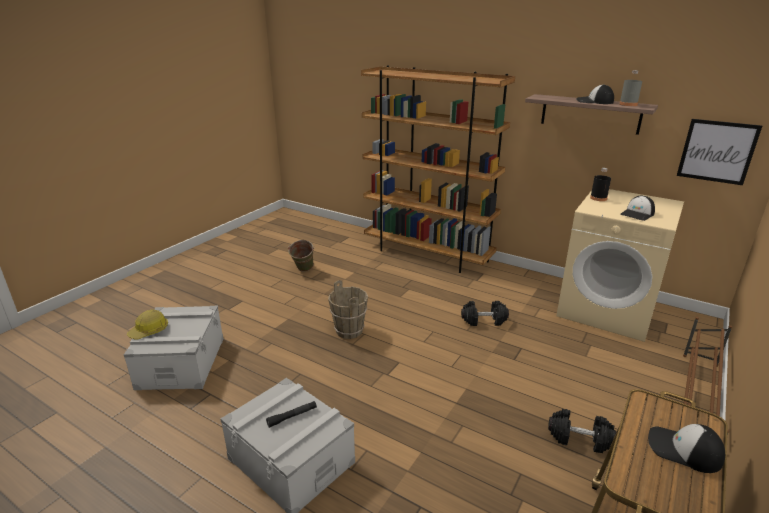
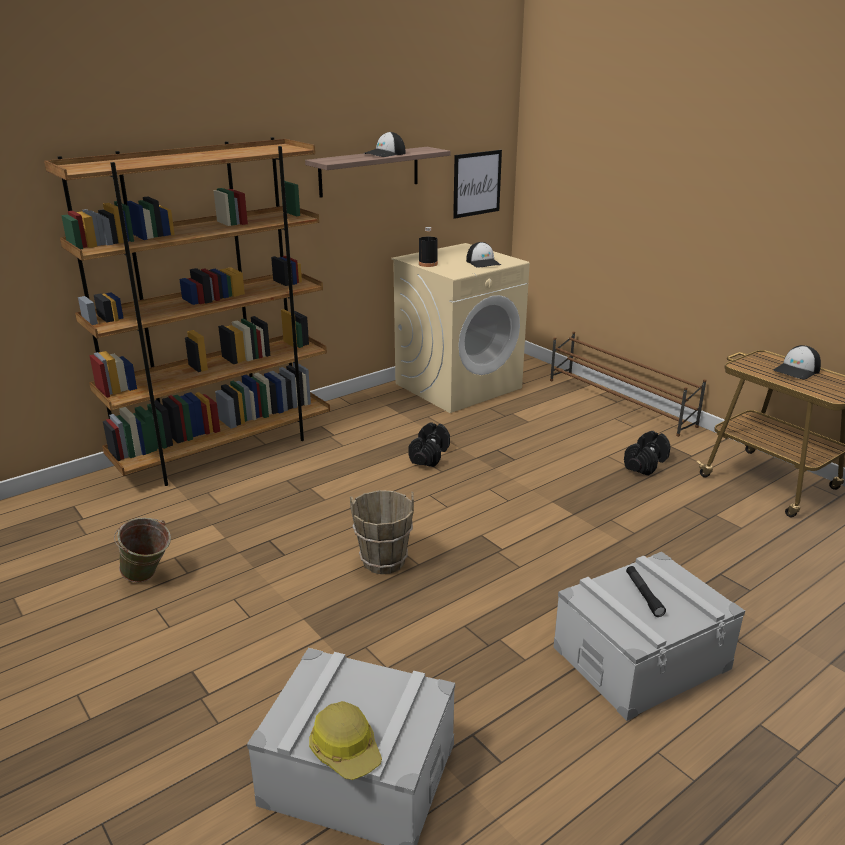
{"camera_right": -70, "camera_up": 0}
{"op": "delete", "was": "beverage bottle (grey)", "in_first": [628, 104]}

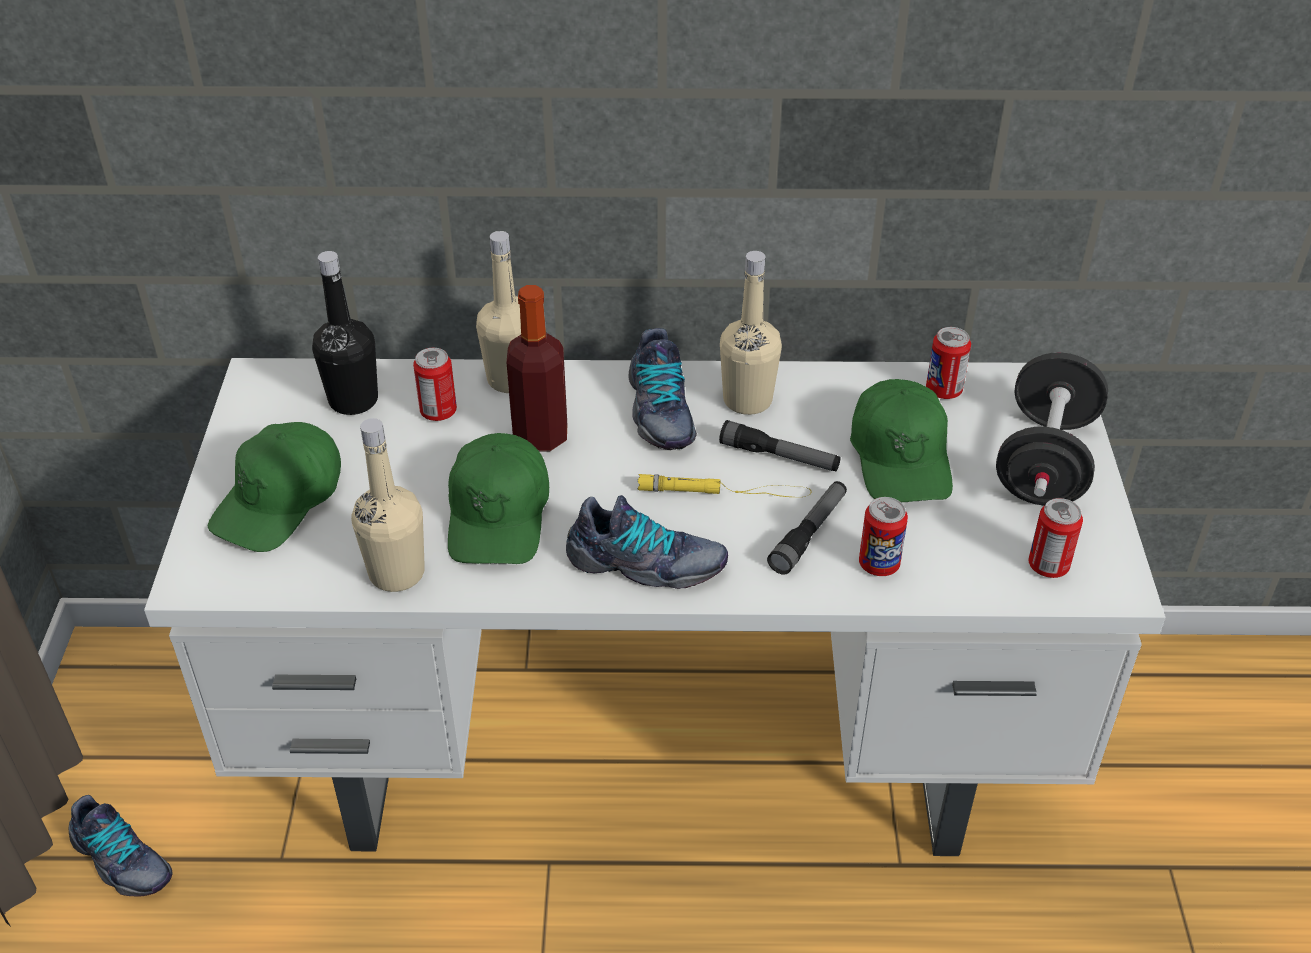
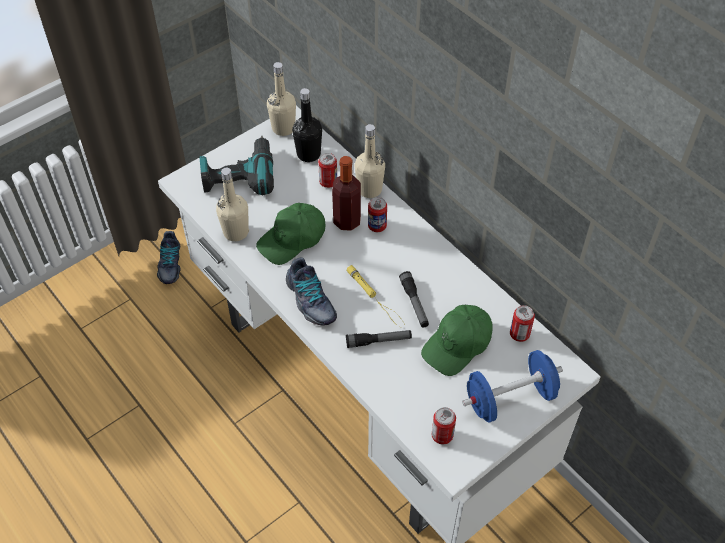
{"camera_right": 50, "camera_up": 10}
{"op": "move", "was": "beverage bottle (beige)", "in_first": [747, 400], "in_second": [283, 128]}
{"op": "delete", "was": "shoe", "in_first": [659, 412]}
{"op": "recolor", "was": "free weight (black-coloured)", "now": "free weight (bluish)", "in_first": [1044, 462], "in_second": [509, 398]}
{"op": "replace", "was": "cap (green-coloured)", "now": "power drill", "in_first": [280, 500], "in_second": [238, 174]}
{"op": "move", "was": "metal can", "in_first": [879, 564], "in_second": [377, 226]}

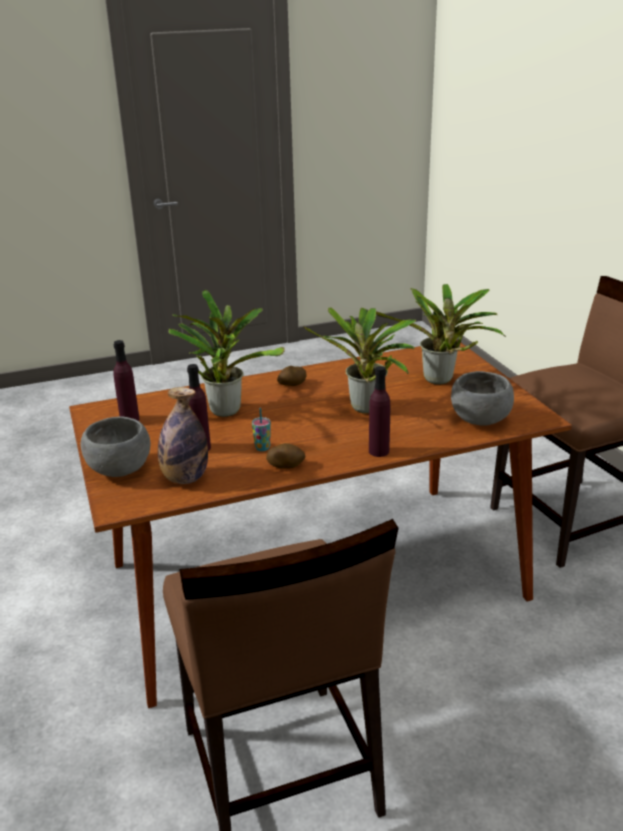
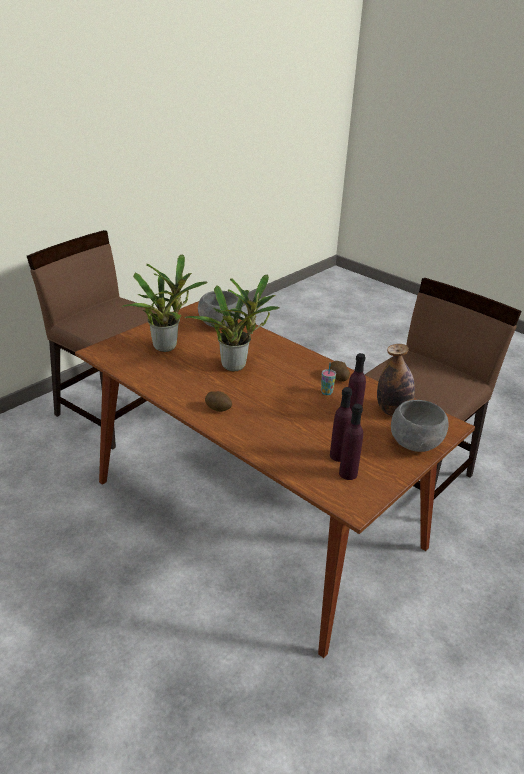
{"camera_right": -120, "camera_up": 5}
{"op": "delete", "was": "houseplant", "in_first": [225, 409]}
{"op": "move", "was": "beverage bottle (purplish)", "in_first": [379, 451], "in_second": [338, 456]}

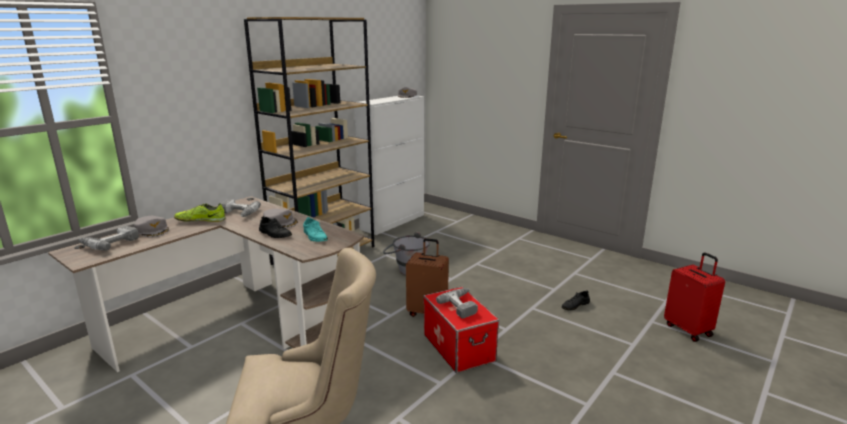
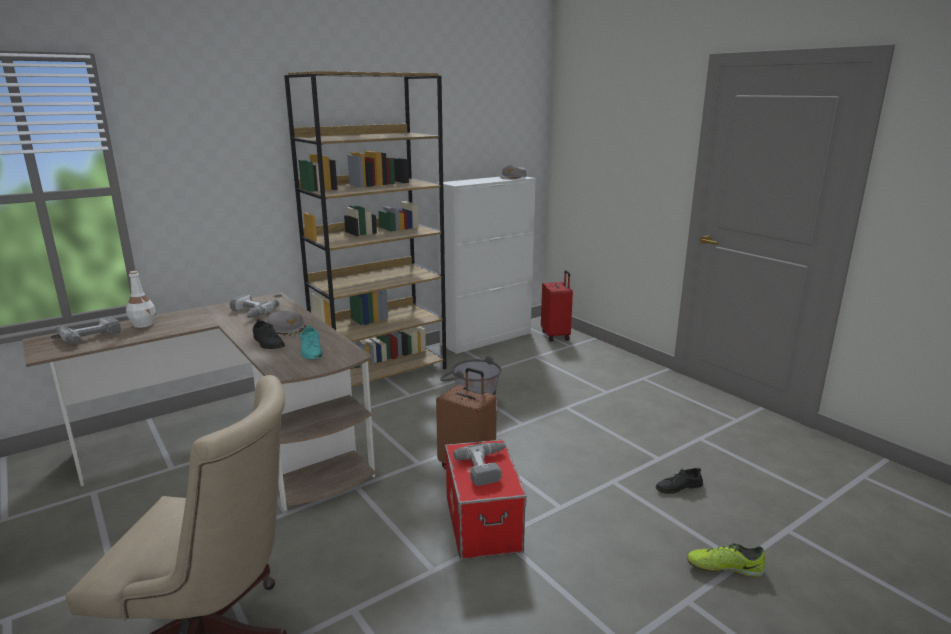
{"camera_right": 15, "camera_up": 0}
{"op": "move", "was": "shoe", "in_first": [200, 220], "in_second": [724, 568]}
{"op": "replace", "was": "cap (grey)", "now": "beverage bottle (whitish)", "in_first": [152, 230], "in_second": [143, 324]}
{"op": "move", "was": "piece of luggage (reddish)", "in_first": [688, 330], "in_second": [556, 335]}

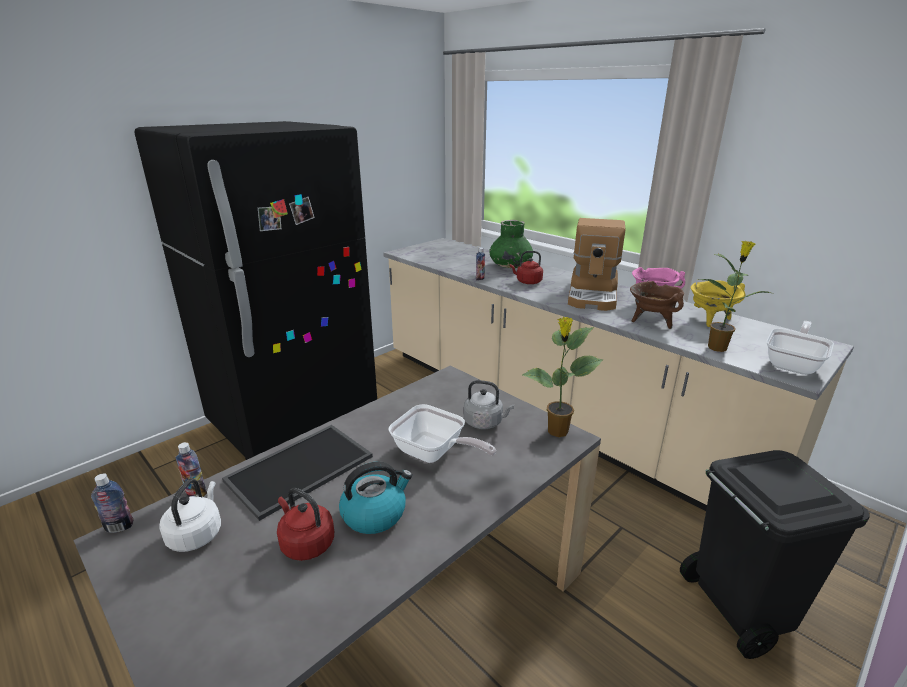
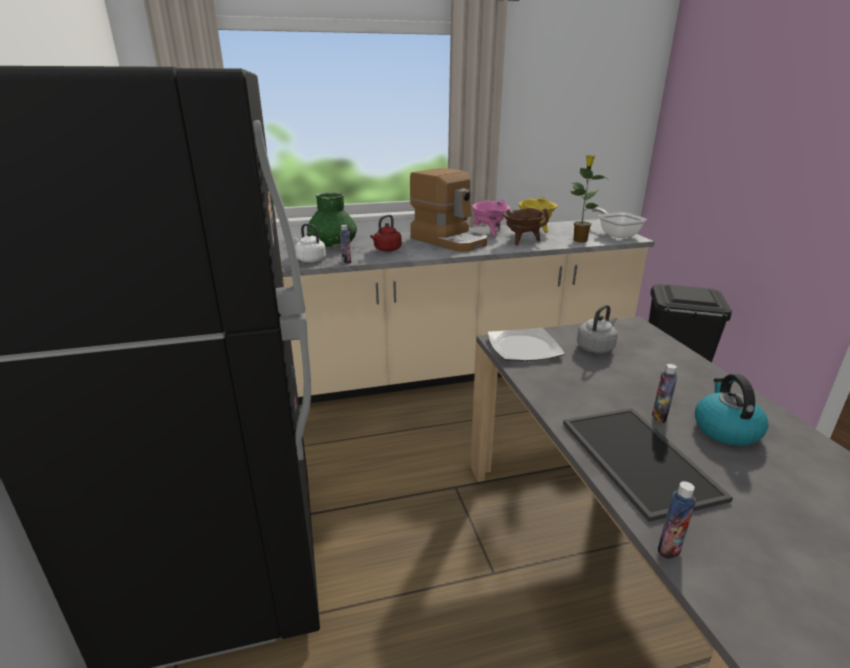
{"camera_right": -60, "camera_up": 0}
{"op": "delete", "was": "houseplant", "in_first": [557, 432]}
{"op": "delete", "was": "pan", "in_first": [434, 454]}
{"op": "move", "was": "beverage bottle", "in_first": [119, 527], "in_second": [659, 416]}
{"op": "move", "was": "kettle (whitish)", "in_first": [197, 534], "in_second": [310, 259]}
{"op": "delete", "was": "kettle (reddish)", "in_first": [306, 543]}
{"op": "insert", "now": "flat dish", "in_second": [524, 348]}

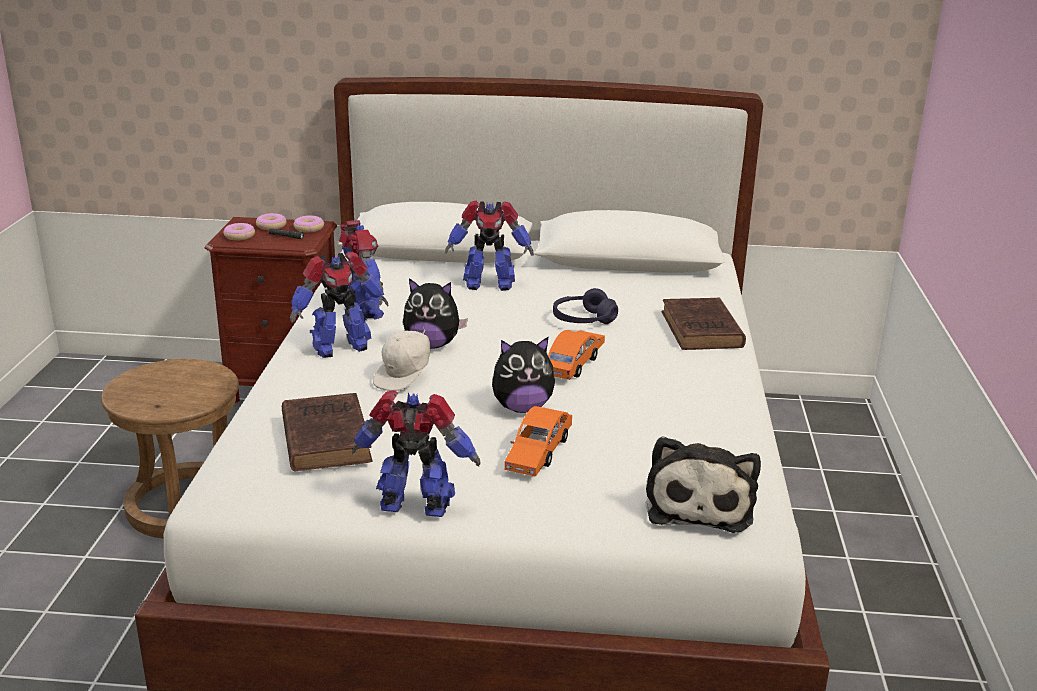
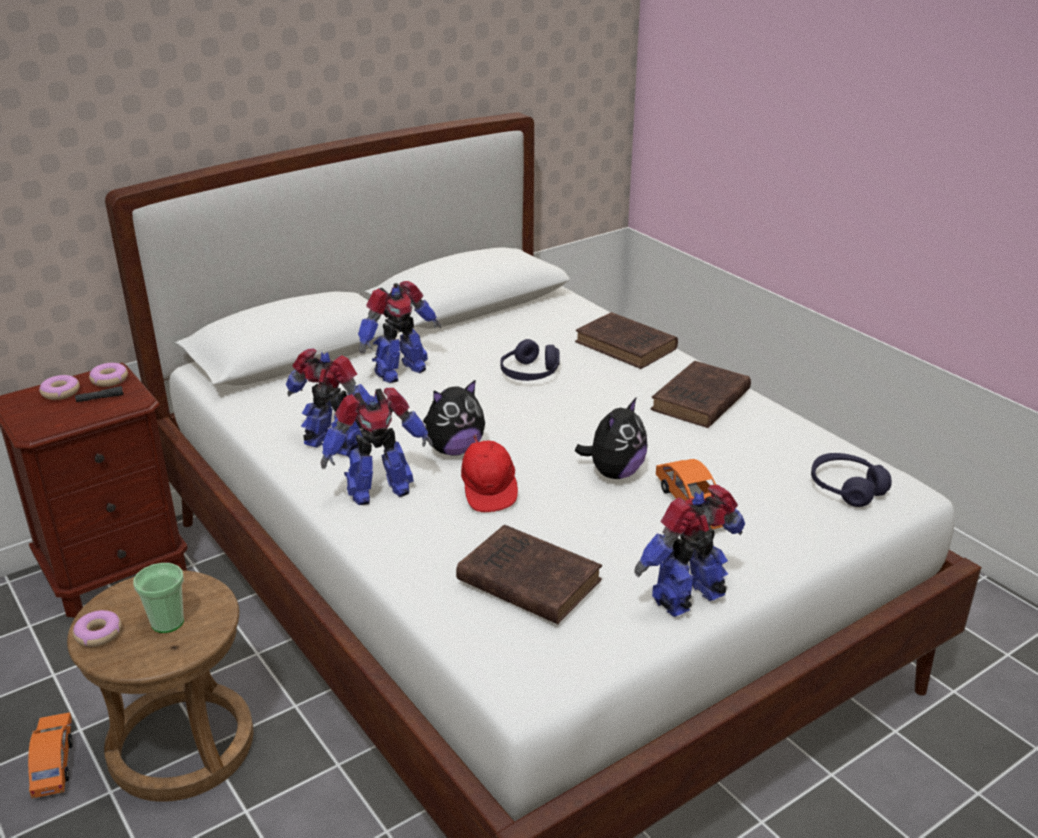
{"camera_right": -40, "camera_up": 5}
{"op": "move", "was": "ring doughnut", "in_first": [239, 236], "in_second": [98, 634]}
{"op": "rotate", "was": "toy robot", "in_first": [339, 347], "in_second": [378, 490], "clockwise": 45}
{"op": "recolor", "was": "cap (whitish)", "now": "cap (reddish)", "in_first": [405, 377], "in_second": [489, 491]}
{"op": "move", "was": "toy car (orange)", "in_first": [574, 363], "in_second": [54, 761]}
{"op": "replace", "was": "soft toy", "now": "pair of headphones (purplish)", "in_first": [699, 504], "in_second": [846, 488]}
{"op": "insert", "now": "book (brownish)", "in_second": [699, 401]}
{"op": "insert", "now": "cup", "in_second": [167, 622]}

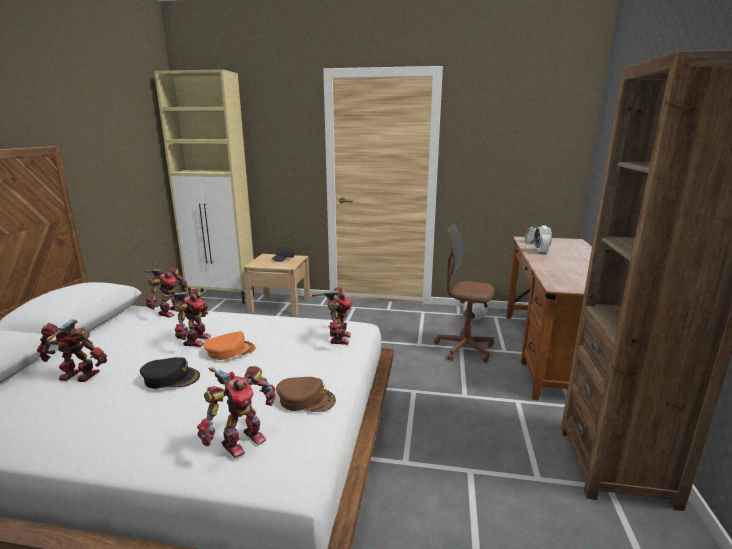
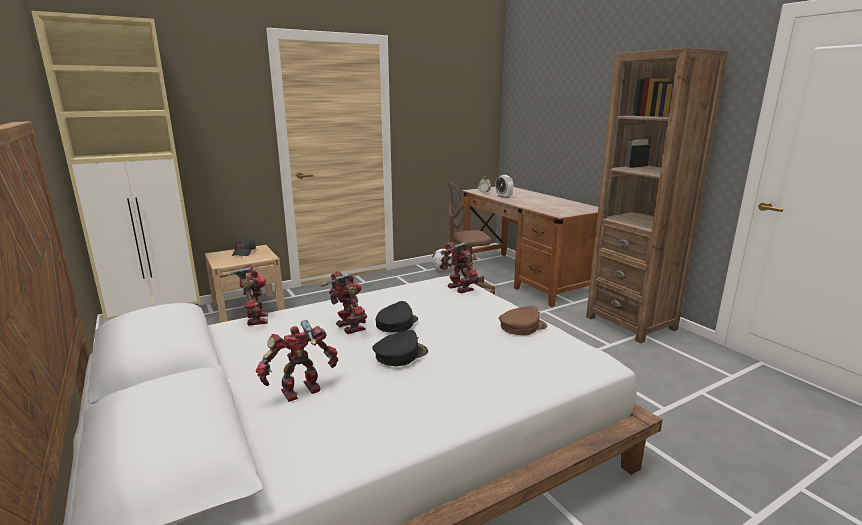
{"camera_right": -40, "camera_up": 0}
{"op": "recolor", "was": "cap (orange)", "now": "cap (black-coloured)", "in_first": [230, 350], "in_second": [396, 323]}
{"op": "delete", "was": "toy robot", "in_first": [241, 441]}

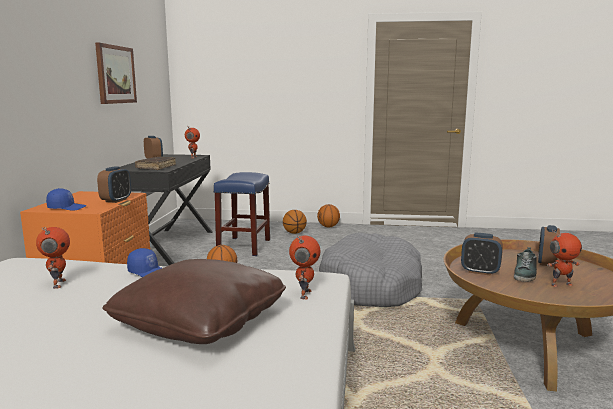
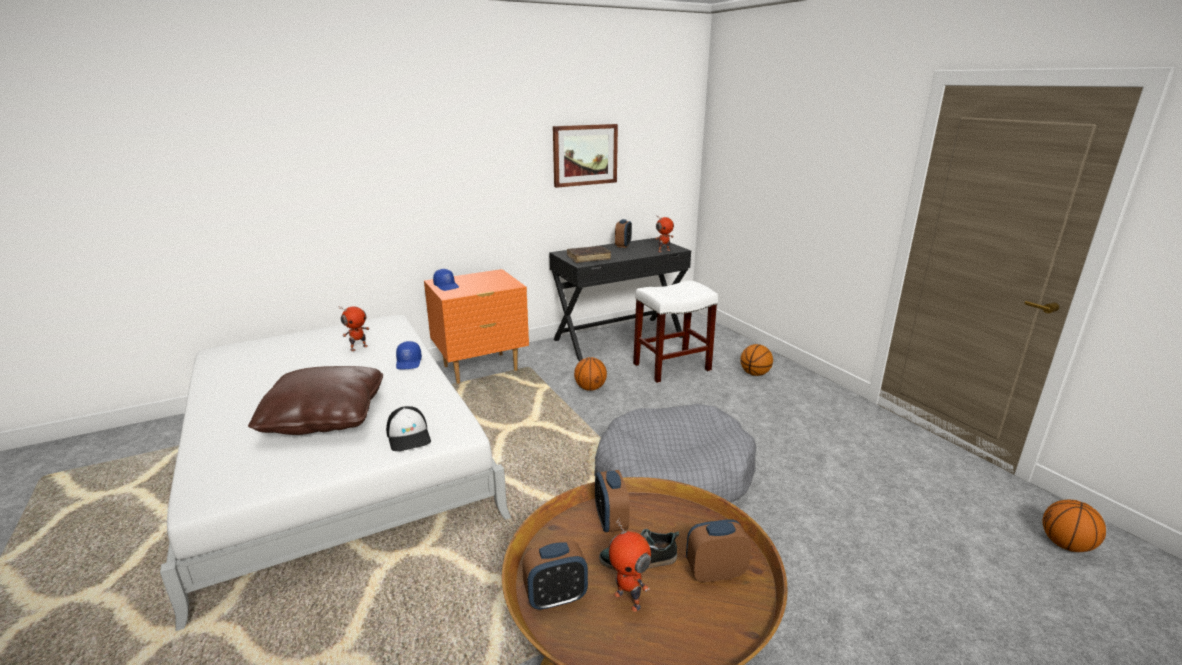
{"camera_right": 55, "camera_up": 10}
{"op": "move", "was": "table clock", "in_first": [116, 200], "in_second": [556, 598]}
{"op": "recolor", "was": "stool seat (bluish)", "now": "stool seat (whitish)", "in_first": [244, 246], "in_second": [671, 367]}
{"op": "move", "was": "ball for basketball", "in_first": [328, 226], "in_second": [1065, 545]}
{"op": "replace", "was": "toy robot", "now": "cap", "in_first": [304, 294], "in_second": [409, 436]}

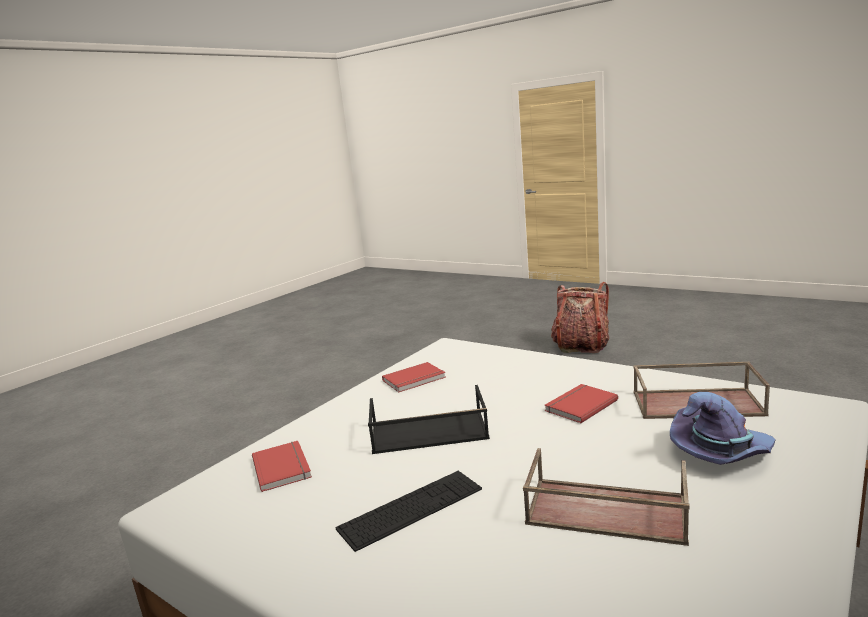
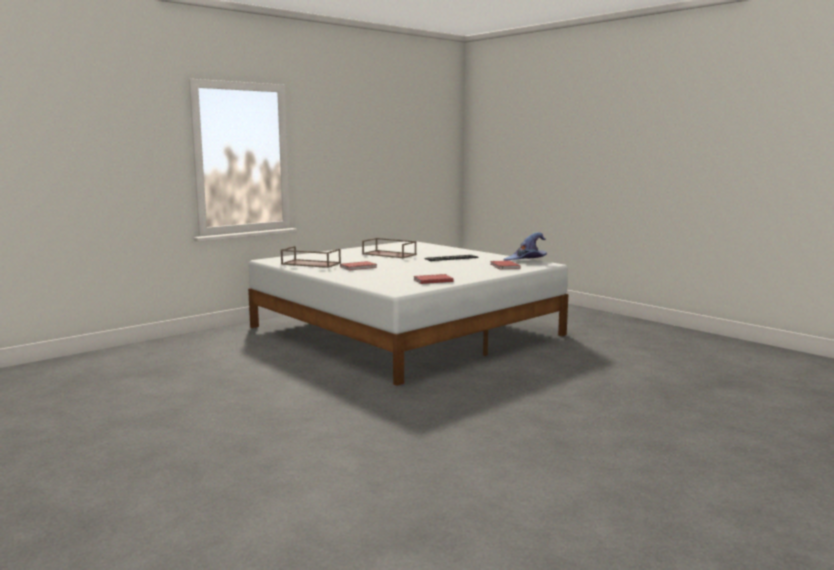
{"camera_right": -170, "camera_up": -5}
{"op": "delete", "was": "knapsack", "in_first": [581, 346]}
{"op": "delete", "was": "carrying tray (black-coloured)", "in_first": [427, 433]}
{"op": "move", "was": "wearable hat (purplish)", "in_first": [721, 453], "in_second": [526, 260]}

